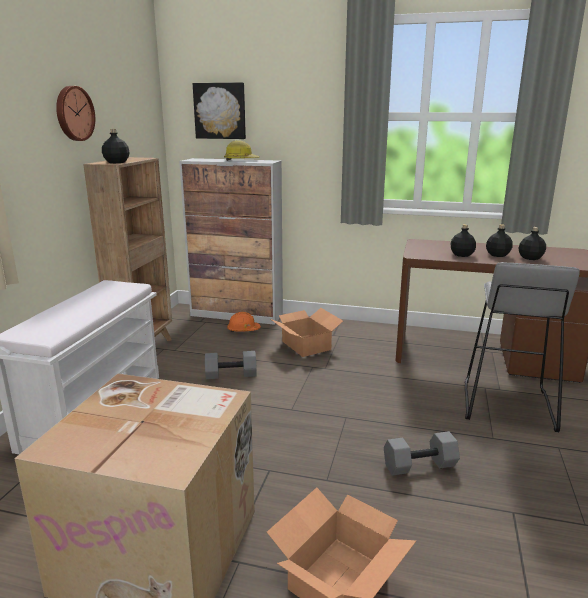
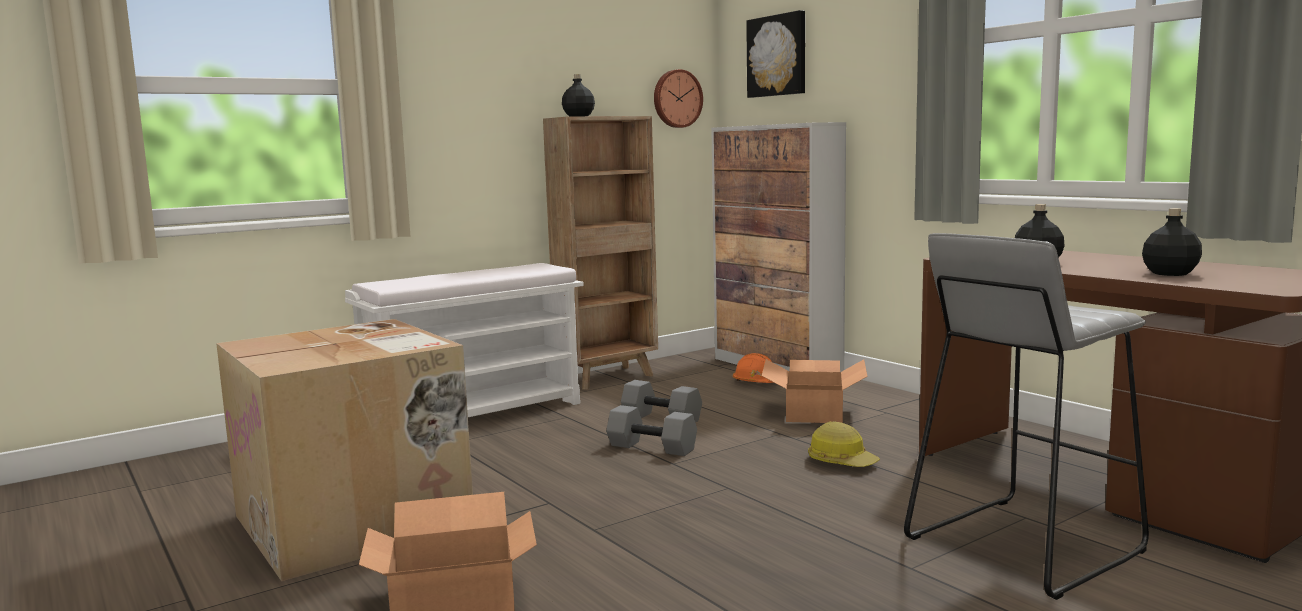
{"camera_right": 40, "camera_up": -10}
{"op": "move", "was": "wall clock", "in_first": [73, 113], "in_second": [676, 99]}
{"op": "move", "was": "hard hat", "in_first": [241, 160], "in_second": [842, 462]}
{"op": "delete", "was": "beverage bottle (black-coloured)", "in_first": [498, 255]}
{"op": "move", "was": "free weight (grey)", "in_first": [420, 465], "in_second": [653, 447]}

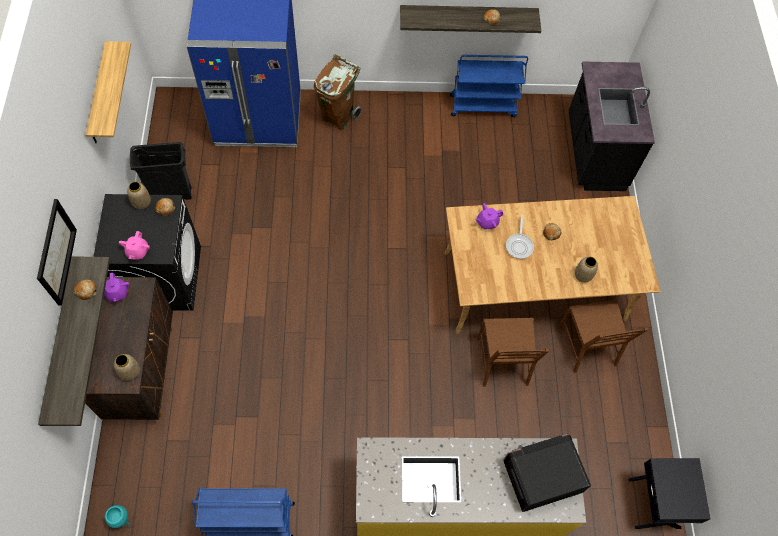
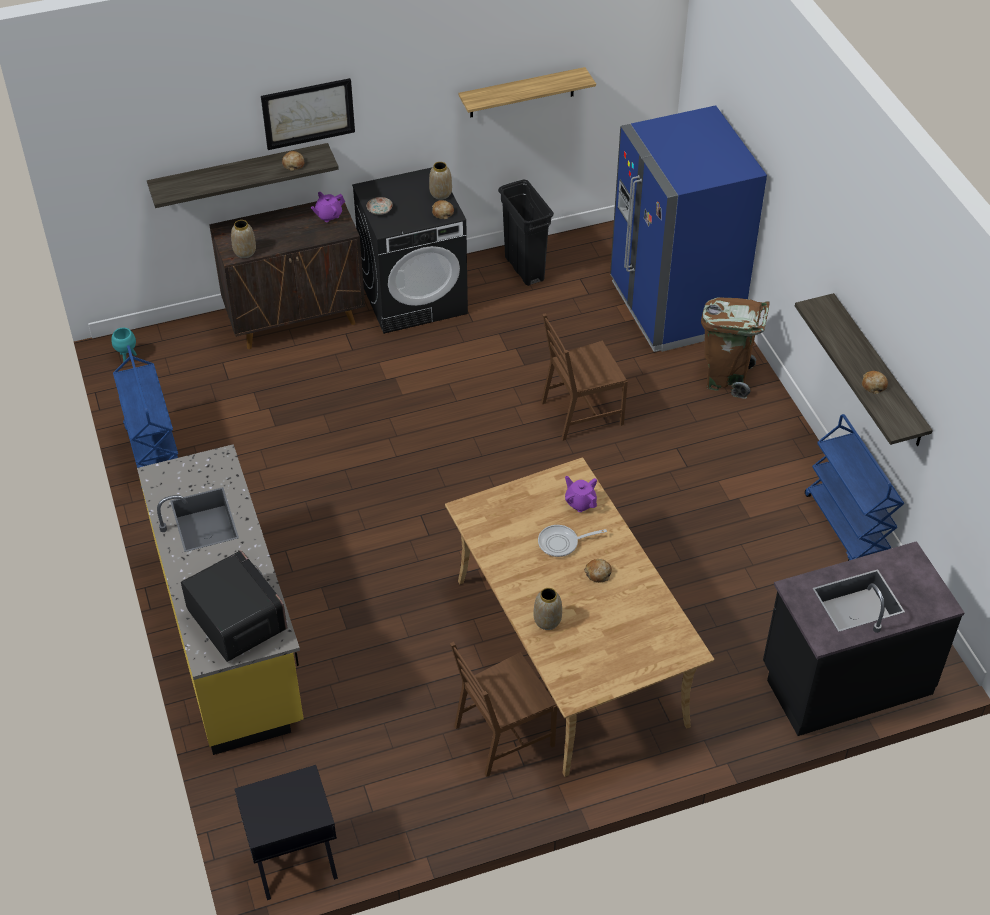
{"camera_right": 75, "camera_up": -15}
{"op": "replace", "was": "pot for tea (pinkish)", "now": "flat dish", "in_first": [137, 252], "in_second": [379, 210]}
{"op": "move", "was": "upright chair (brownish)", "in_first": [503, 362], "in_second": [581, 413]}

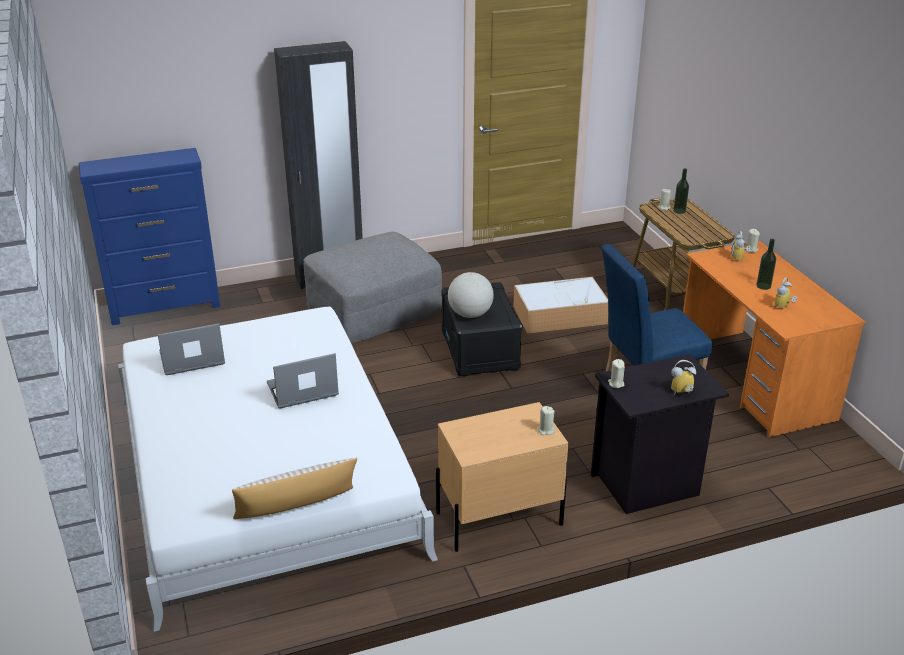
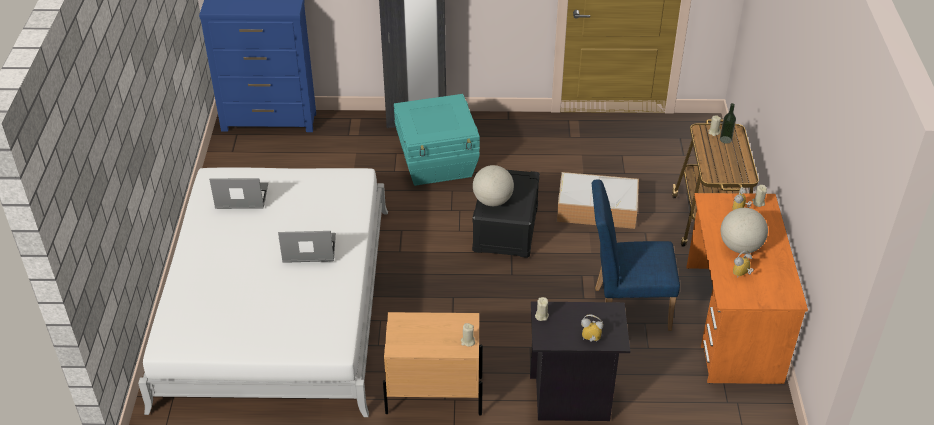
{"camera_right": 20, "camera_up": 10}
{"op": "replace", "was": "footrest (grey)", "now": "storage bin (turquoise)", "in_first": [373, 308], "in_second": [437, 163]}
{"op": "replace", "was": "beverage bottle", "now": "globe", "in_first": [763, 286], "in_second": [740, 247]}
{"op": "delete", "was": "cushion (beige)", "in_first": [297, 509]}

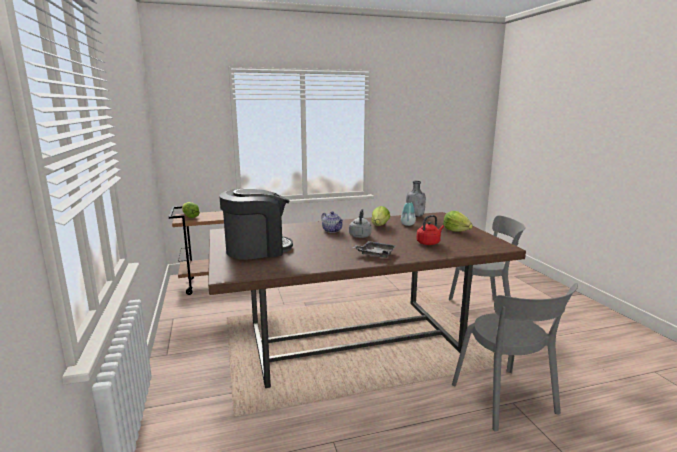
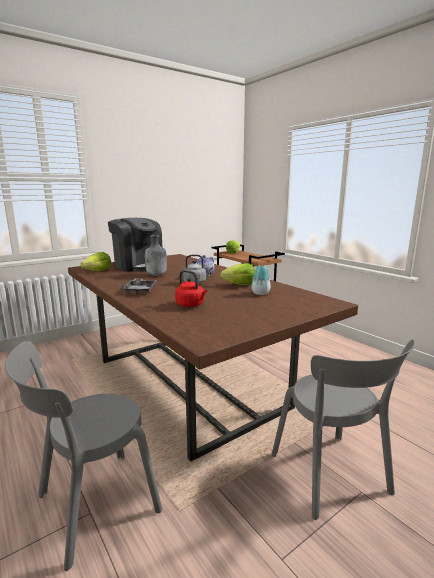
{"camera_right": 70, "camera_up": 0}
{"op": "move", "was": "beverage bottle (grey)", "in_first": [415, 216], "in_second": [156, 275]}
{"op": "move", "was": "head of lettuce", "in_first": [456, 231], "in_second": [98, 271]}

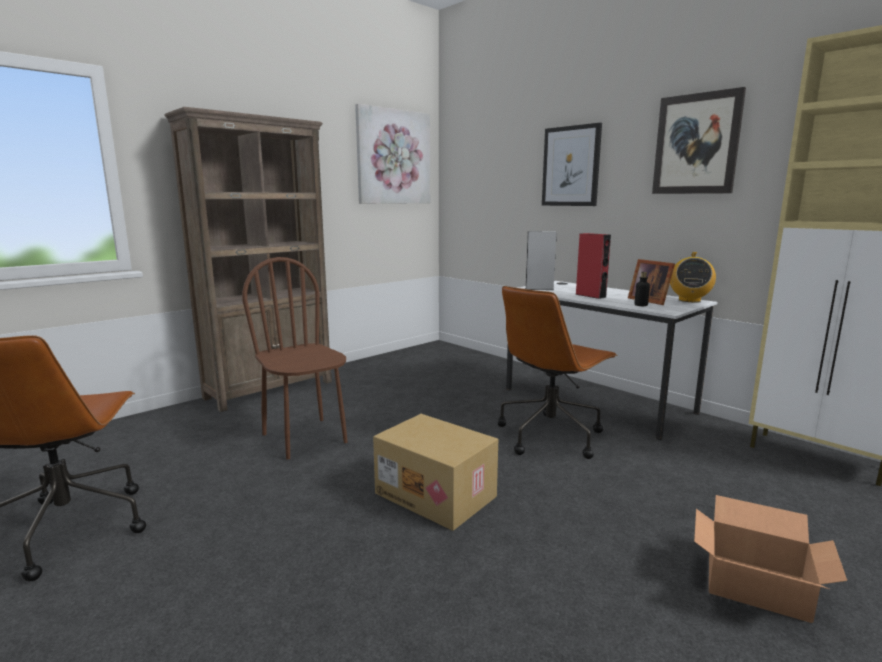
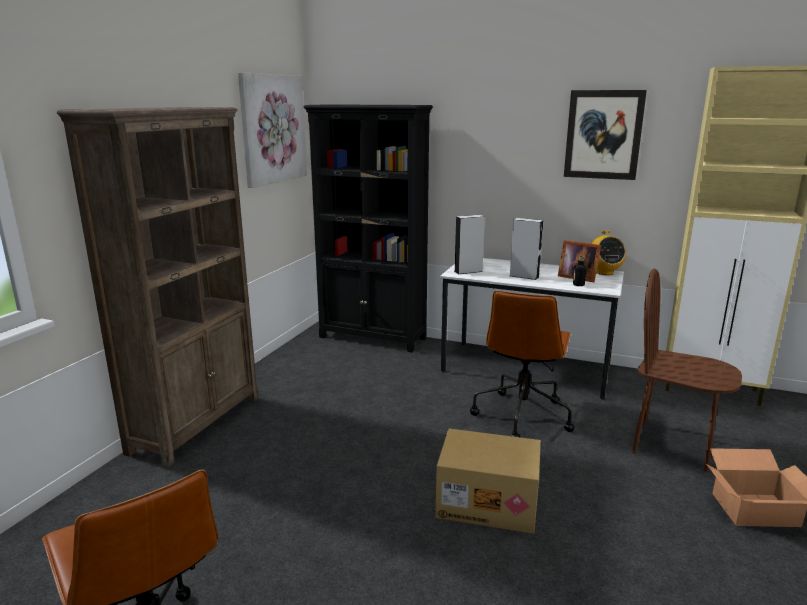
{"camera_right": -25, "camera_up": 5}
{"op": "delete", "was": "picture", "in_first": [571, 166]}
{"op": "recolor", "was": "audio speaker (reddish)", "now": "audio speaker (grey)", "in_first": [590, 296], "in_second": [524, 276]}
{"op": "move", "was": "upright chair (brownish)", "in_first": [305, 438], "in_second": [672, 446]}
{"op": "insert", "now": "bookshelf (black-coloured)", "in_second": [373, 337]}

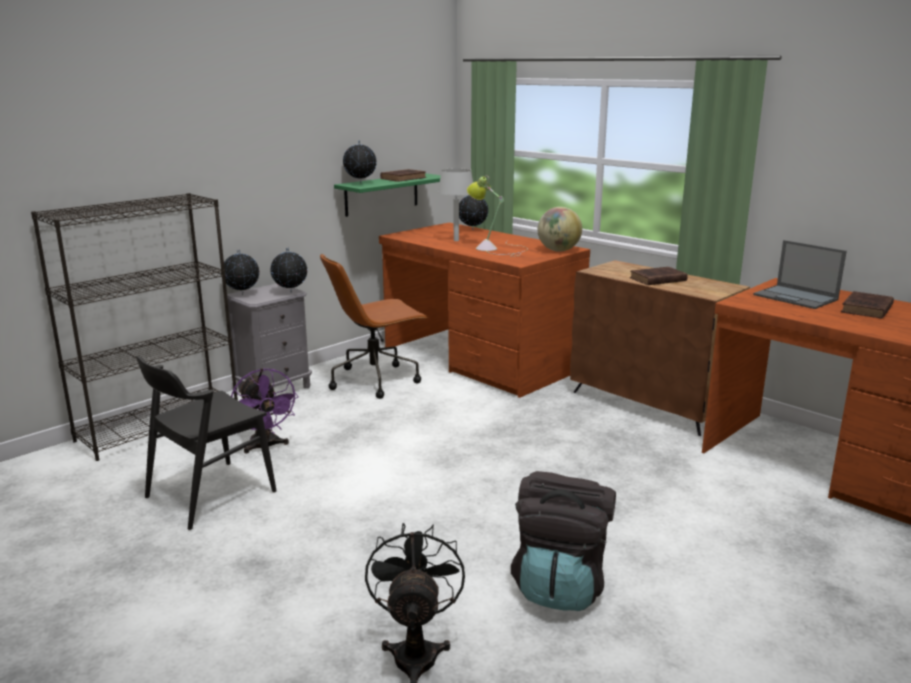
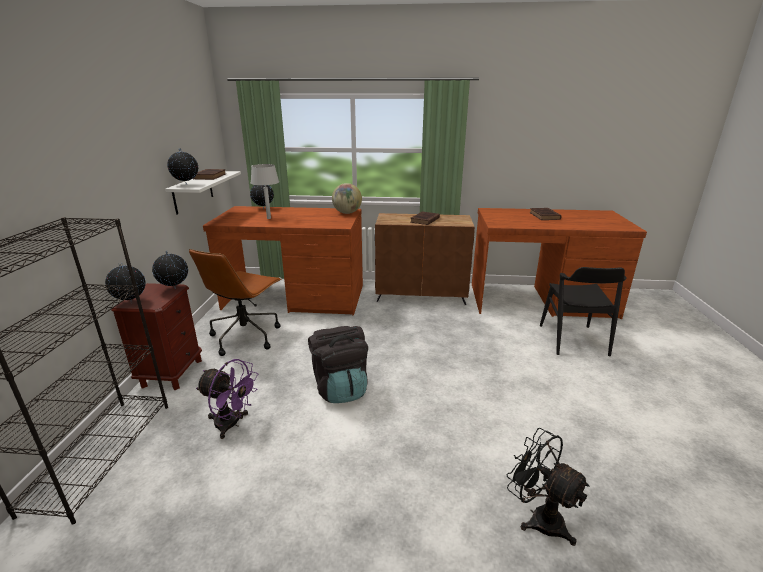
{"camera_right": -40, "camera_up": 5}
{"op": "recolor", "was": "bracket shelf (green-coloured)", "now": "bracket shelf (whitish)", "in_first": [381, 194], "in_second": [193, 192]}
{"op": "delete", "was": "lamp for a table", "in_first": [495, 249]}
{"op": "delete", "was": "notebook computer", "in_first": [796, 297]}
{"op": "recolor", "was": "nightstand (grey)", "now": "nightstand (brownish)", "in_first": [274, 389], "in_second": [172, 373]}
{"op": "move", "was": "upright chair (black-coloured)", "in_first": [210, 494], "in_second": [573, 340]}
{"op": "move", "was": "knapsack (black-coloured)", "in_first": [560, 585], "in_second": [340, 388]}

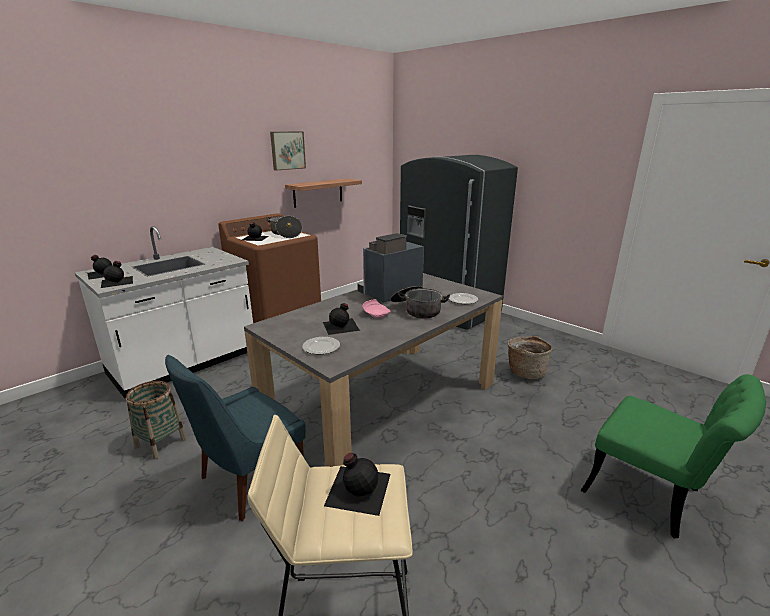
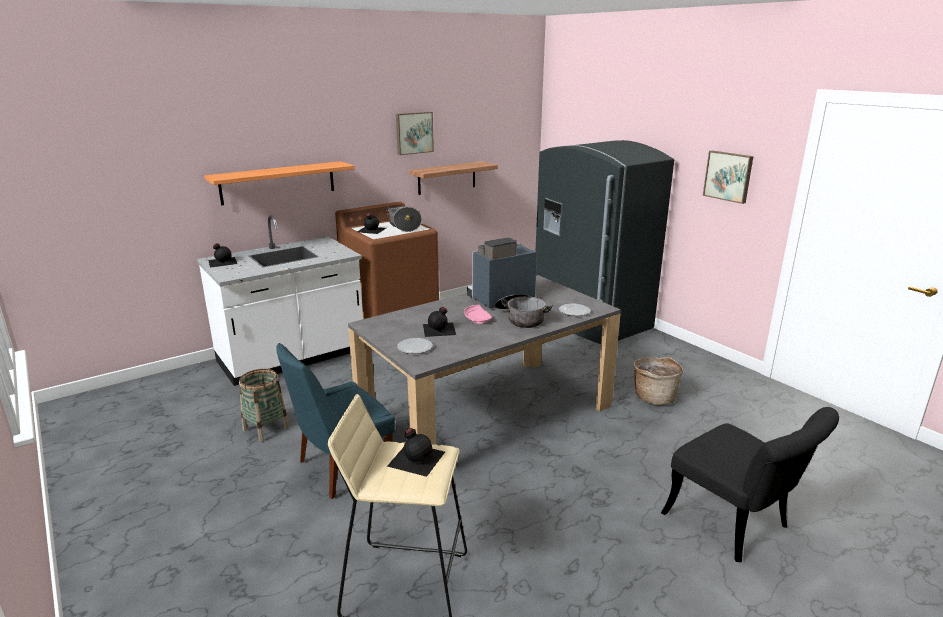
{"camera_right": 10, "camera_up": 0}
{"op": "delete", "was": "beverage bottle (black-coloured)", "in_first": [117, 281]}
{"op": "recolor", "was": "upright chair (green-coloured)", "now": "upright chair (black-coloured)", "in_first": [653, 496], "in_second": [736, 526]}
{"op": "insert", "now": "picture", "in_second": [728, 176]}
{"op": "insert", "now": "bracket shelf", "in_second": [278, 182]}

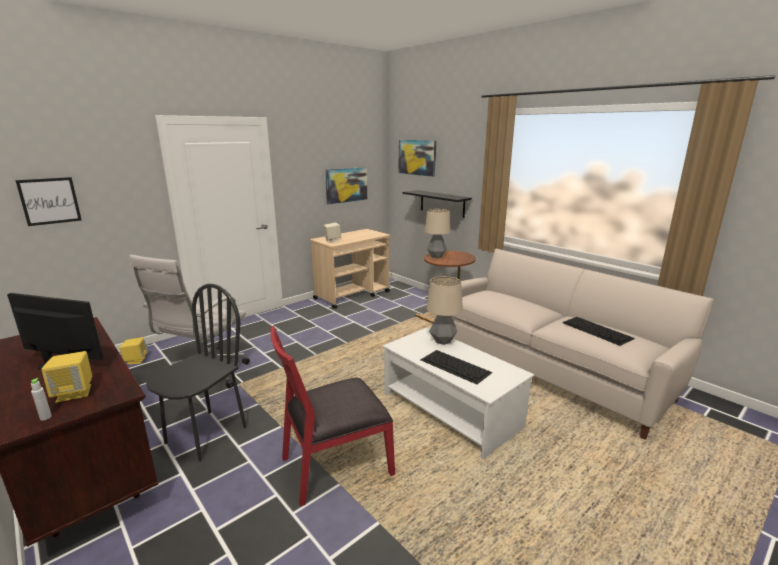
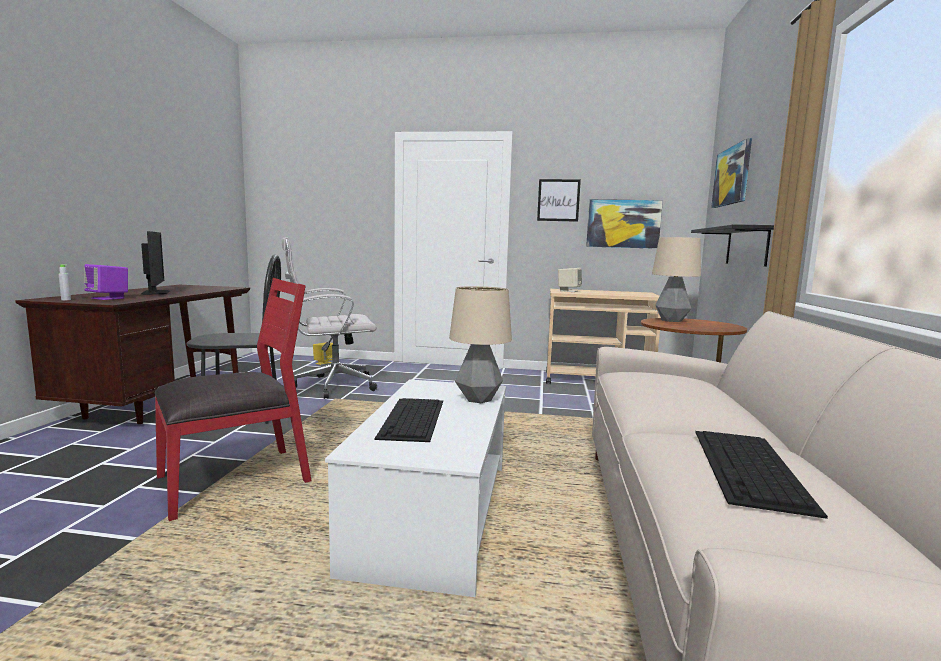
{"camera_right": 50, "camera_up": -10}
{"op": "move", "was": "picture", "in_first": [50, 201], "in_second": [558, 200]}
{"op": "rotate", "was": "upright chair (reddish)", "in_first": [335, 465], "in_second": [235, 480], "clockwise": 120}
{"op": "recolor", "was": "audio speaker (yellowish)", "now": "audio speaker (purplish)", "in_first": [74, 393], "in_second": [108, 298]}

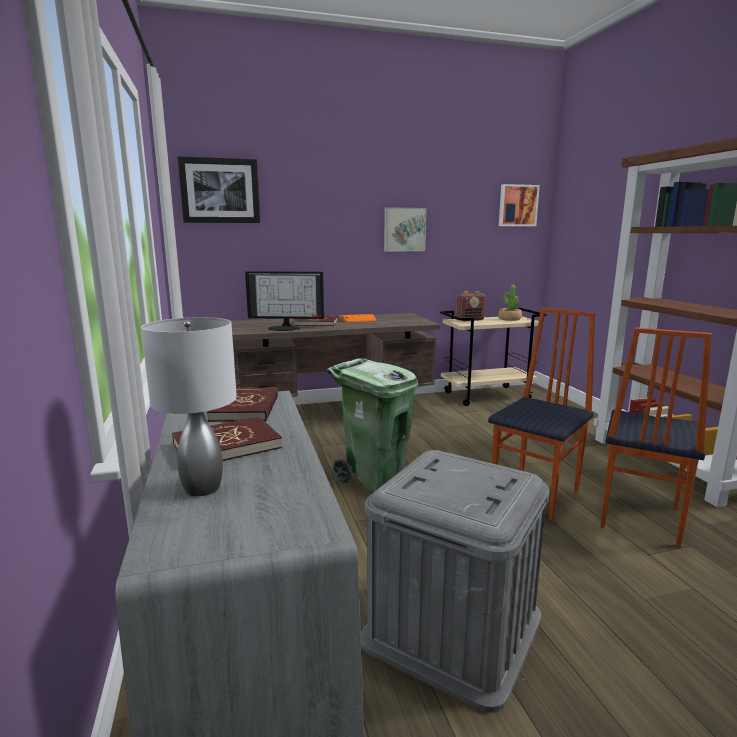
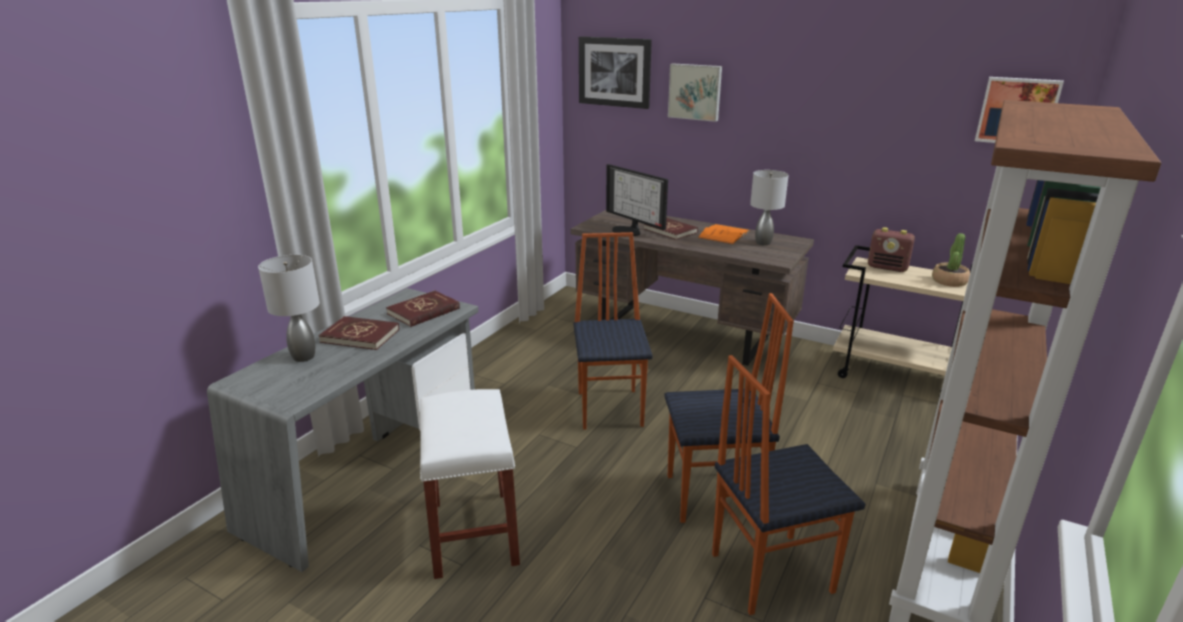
{"camera_right": 45, "camera_up": 10}
{"op": "move", "was": "picture", "in_first": [404, 229], "in_second": [695, 92]}
{"op": "replace", "was": "waste bin (green-coloured)", "now": "upright chair", "in_first": [374, 477], "in_second": [611, 408]}
{"op": "replace", "was": "storage bin (grey)", "now": "stool seat (whitish)", "in_first": [452, 628], "in_second": [474, 534]}
{"op": "insert", "now": "lamp for a table (grey)", "in_second": [763, 243]}

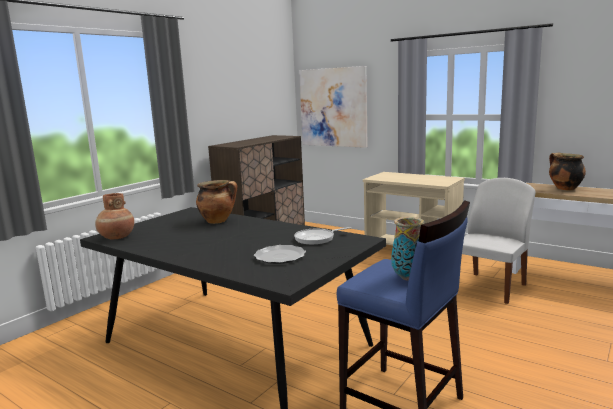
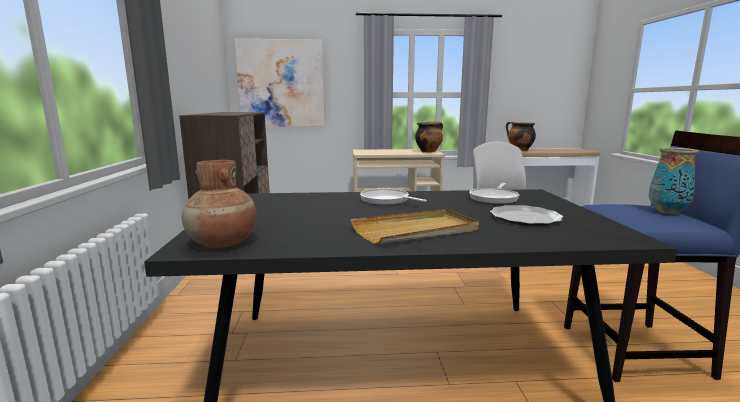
{"camera_right": -40, "camera_up": 0}
{"op": "move", "was": "cooking pot", "in_first": [218, 221], "in_second": [428, 151]}
{"op": "insert", "now": "pan", "in_second": [387, 201]}
{"op": "insert", "now": "carrying tray (beige)", "in_second": [416, 230]}

